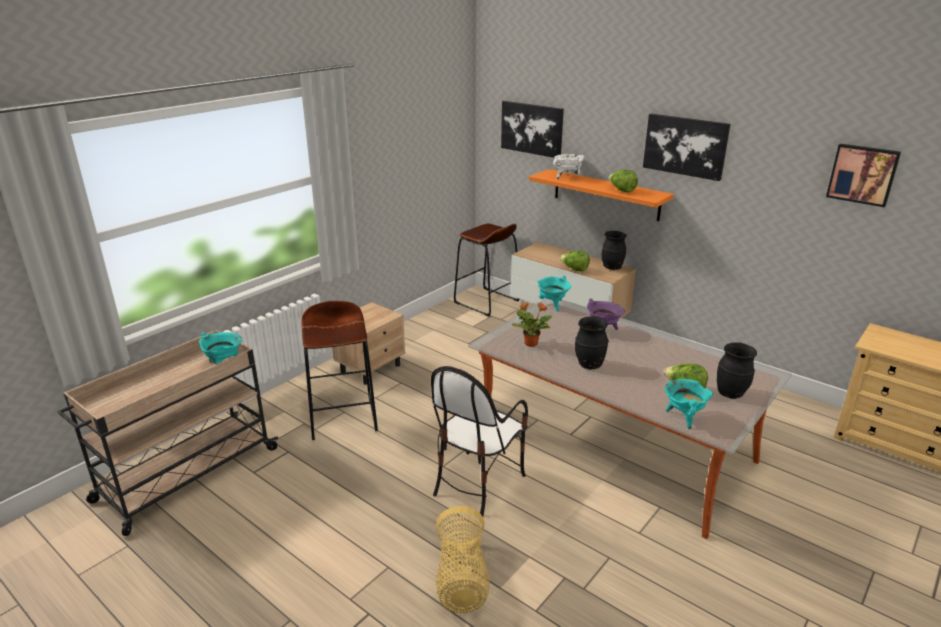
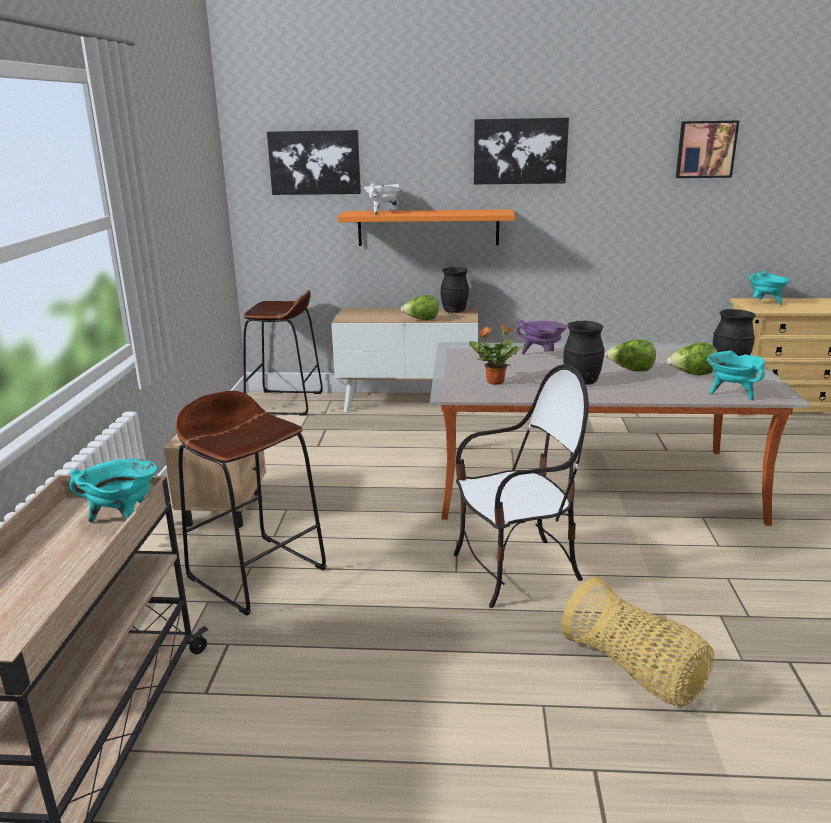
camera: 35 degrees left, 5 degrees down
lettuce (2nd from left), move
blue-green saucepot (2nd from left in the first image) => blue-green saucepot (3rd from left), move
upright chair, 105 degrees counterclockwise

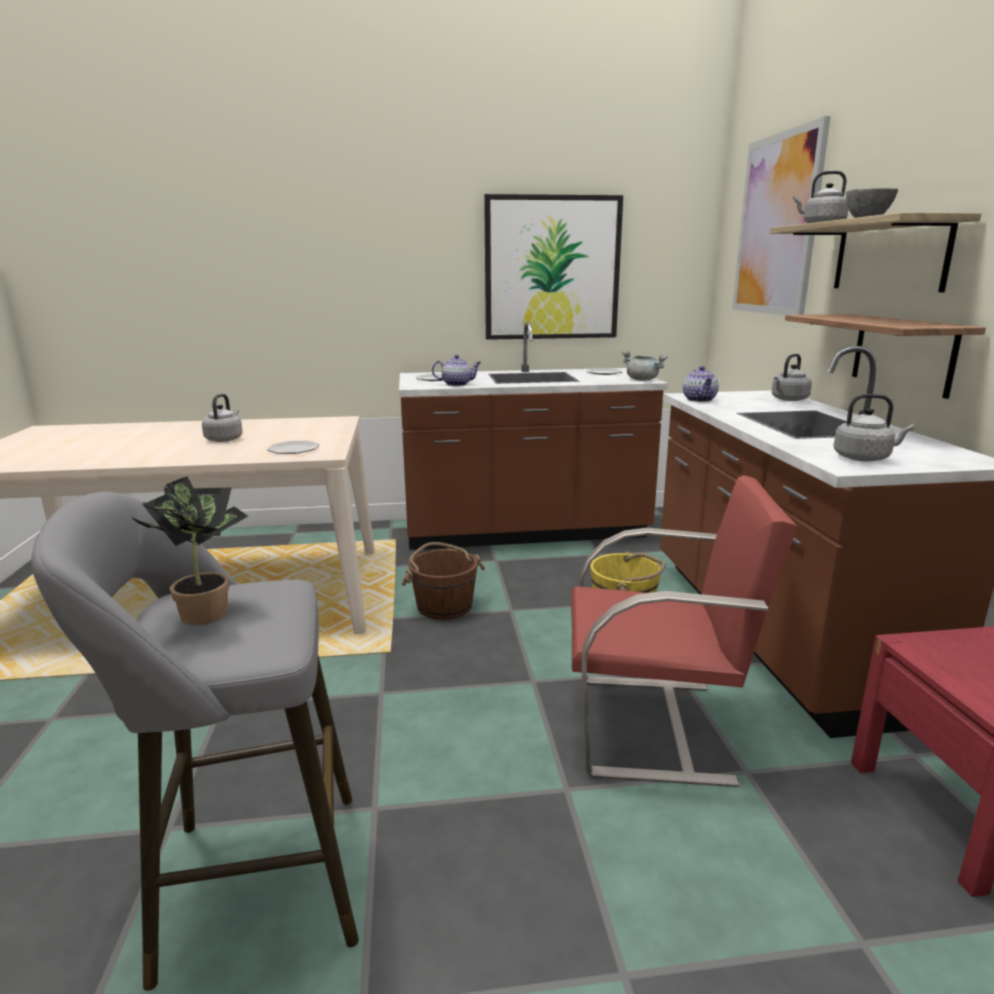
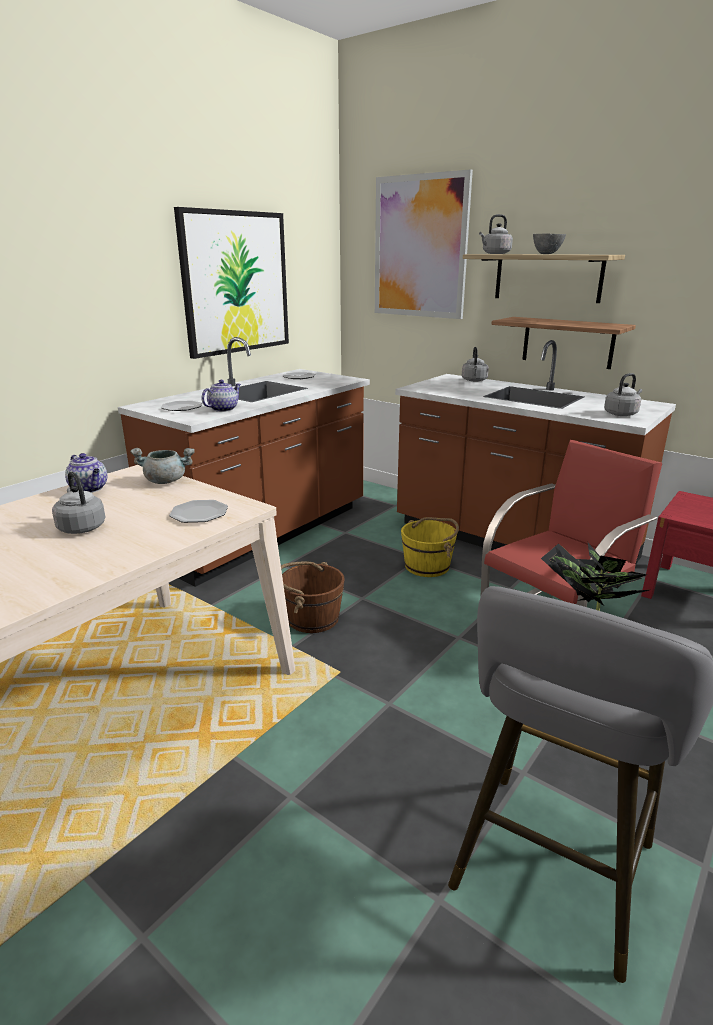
camera: 45 degrees left, 5 degrees up
grey saucepot, move
teapot (2nd from left in the first image) => teapot (1st from left), move

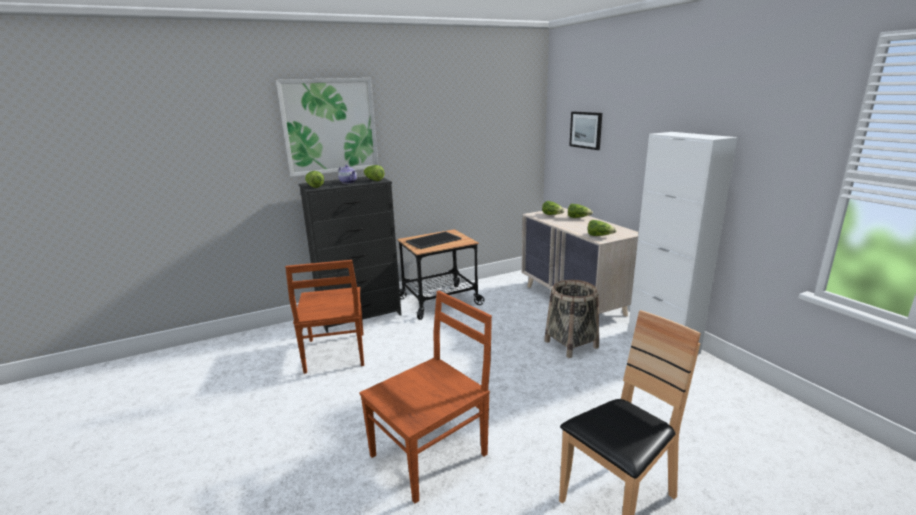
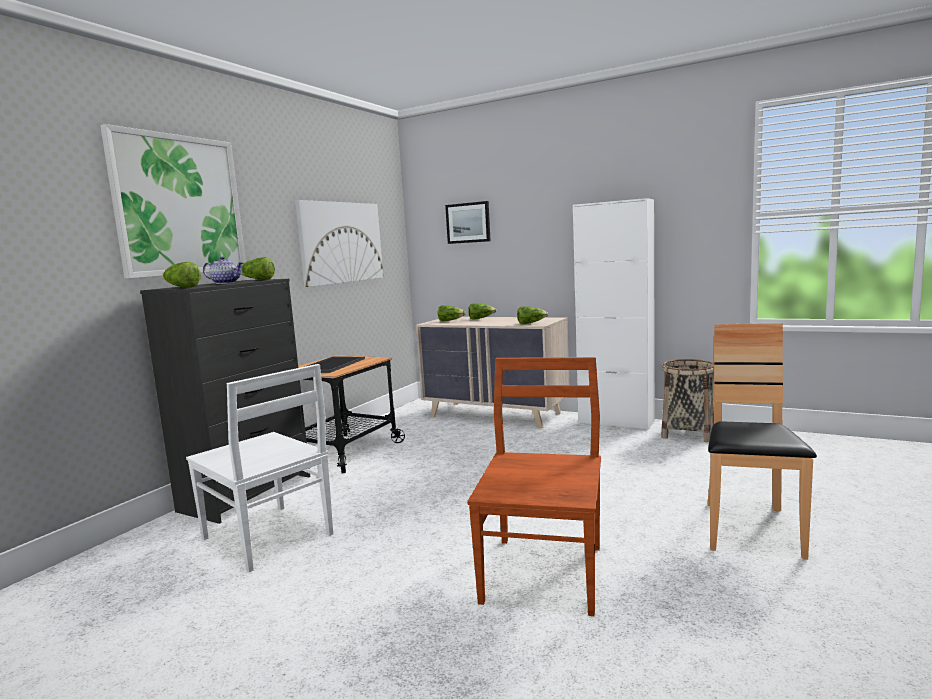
camera: 35 degrees left, 10 degrees down
brown upright chair (1st from left) => whitish upright chair
basket, move
nothing => wall picture (2nd from left)

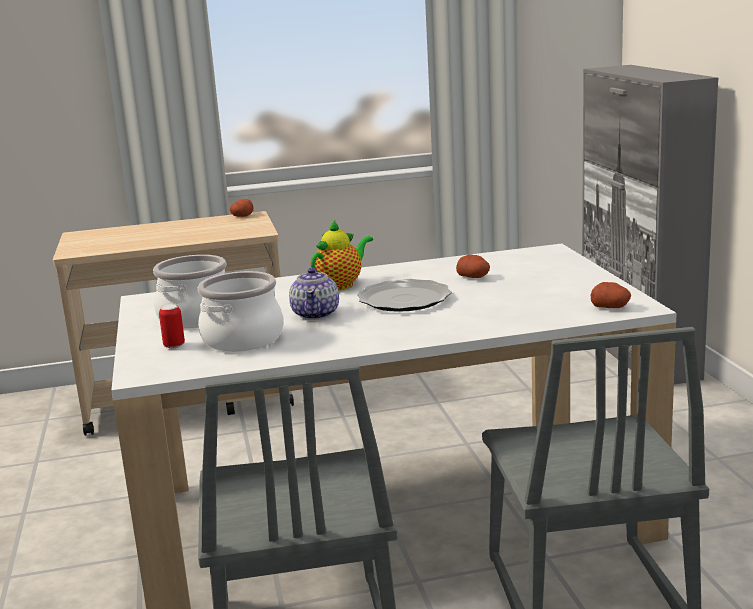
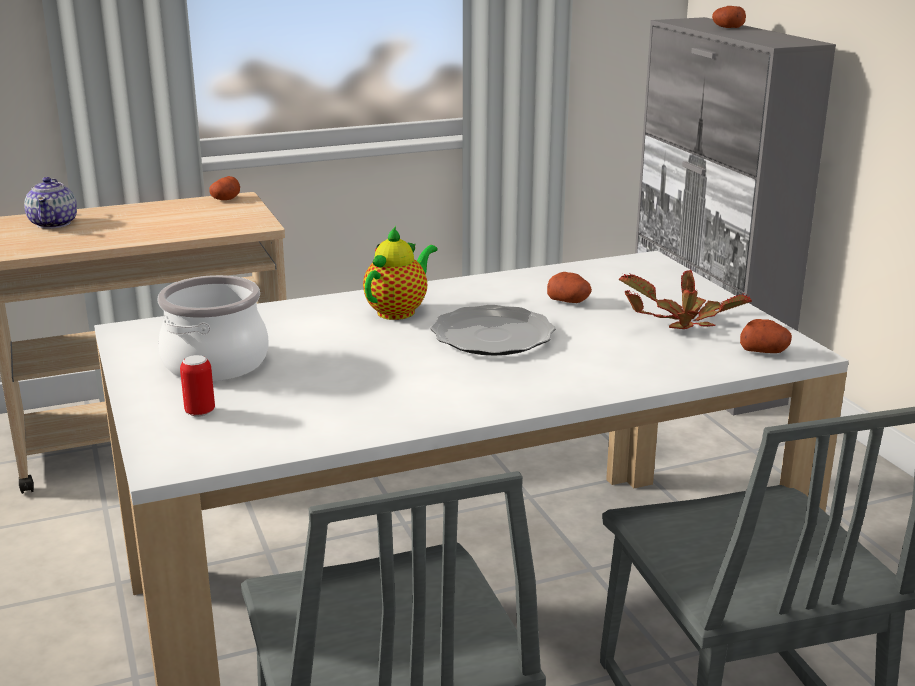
camera: 10 degrees left, 5 degrees up
teapot (1st from left), move
saucepot (2nd from left) => nothing
nothing => spud (3rd from left)
nothing => plant in a pot

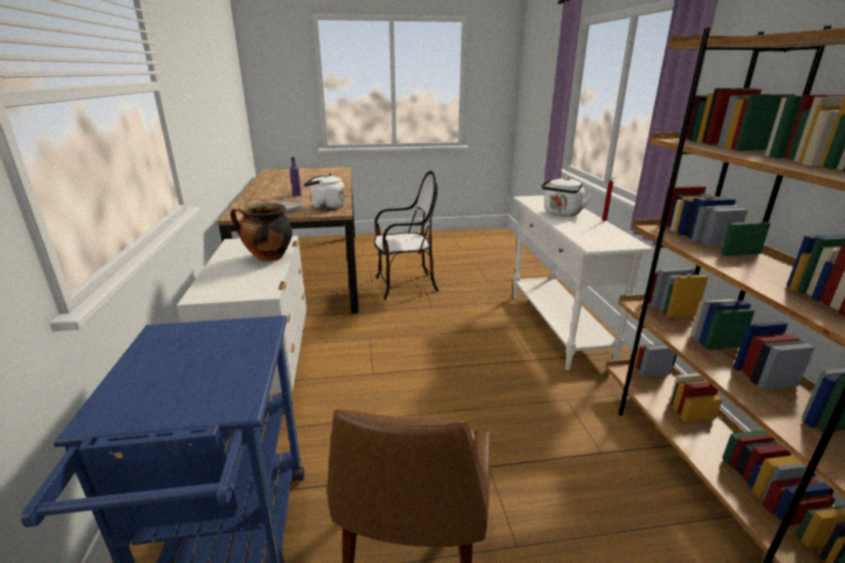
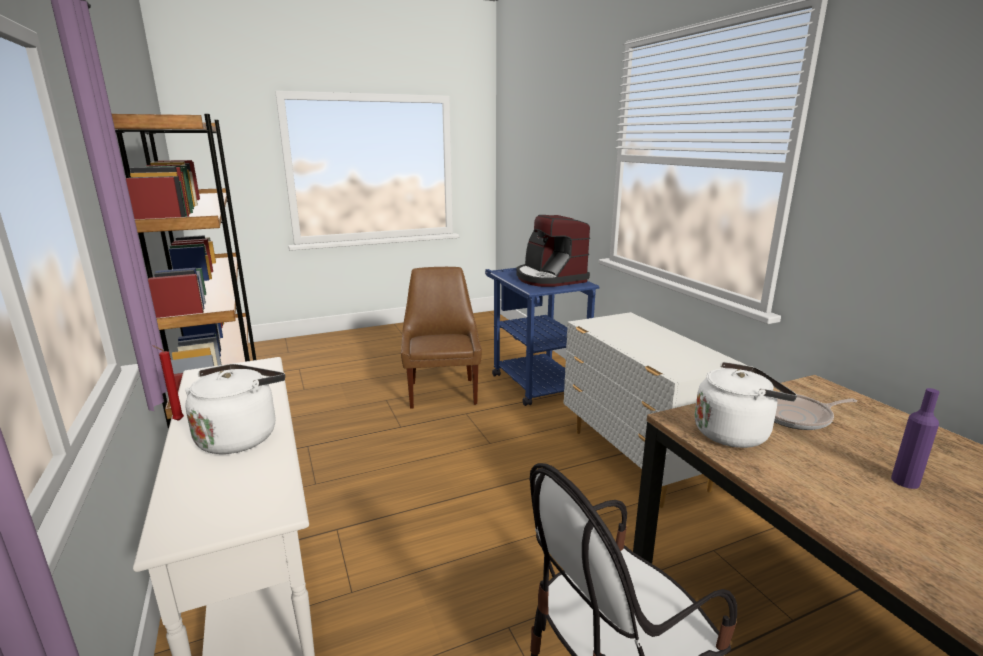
camera: 165 degrees right, 5 degrees down
saucepot => nothing
nothing => coffee brewer

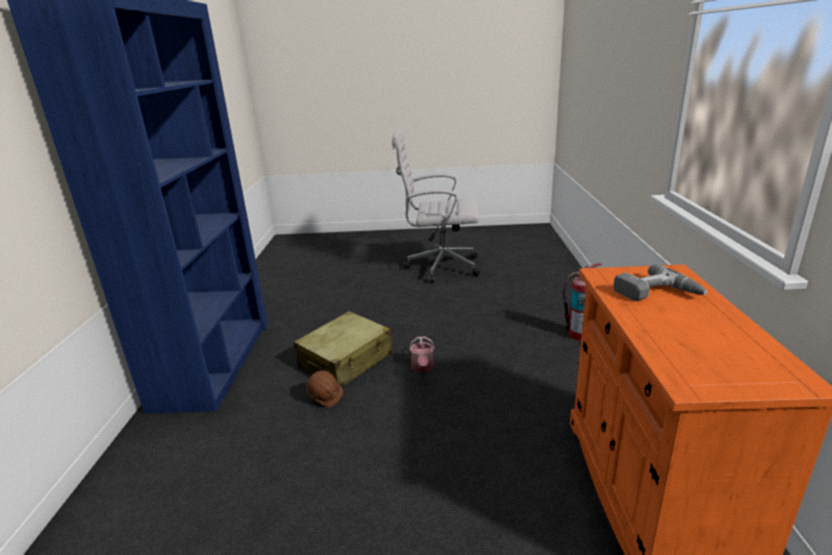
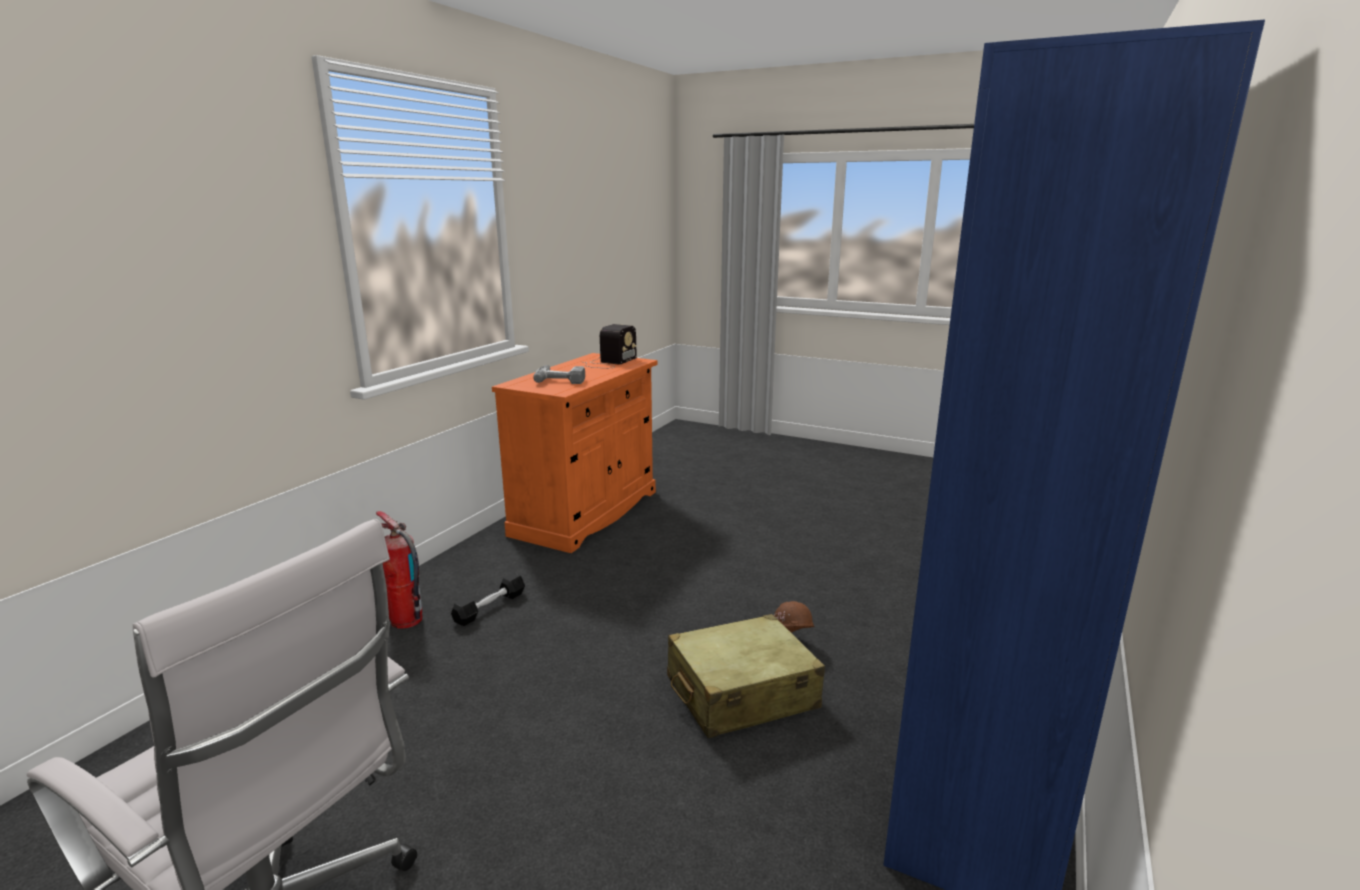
camera: 155 degrees left, 5 degrees down
sprinkling can => nothing
nothing => radio receiver
nothing => black-coloured free weight

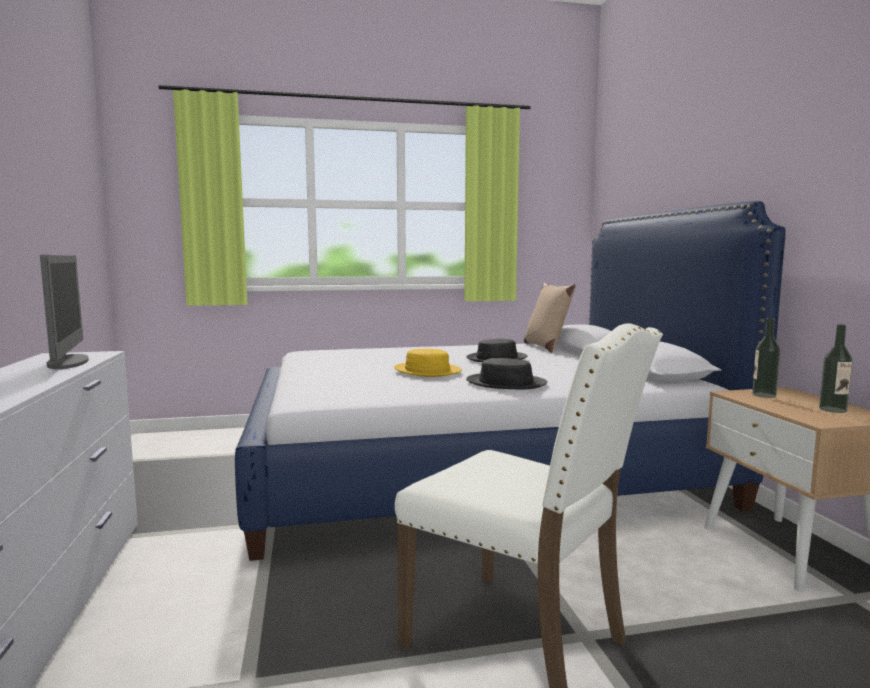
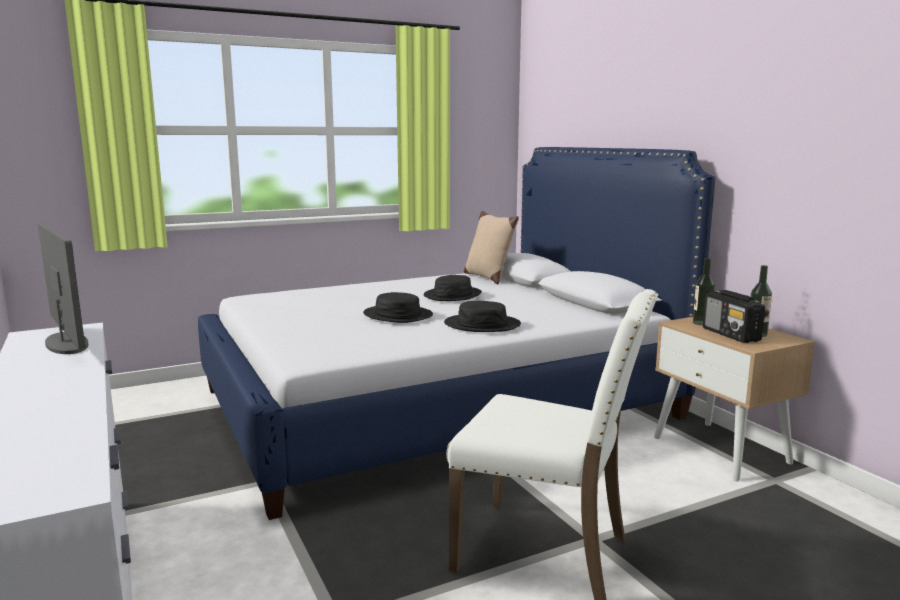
camera: 15 degrees left, 5 degrees up
yellow-coloured clothing hat => black-coloured clothing hat (1st from left)
nothing => radio receiver

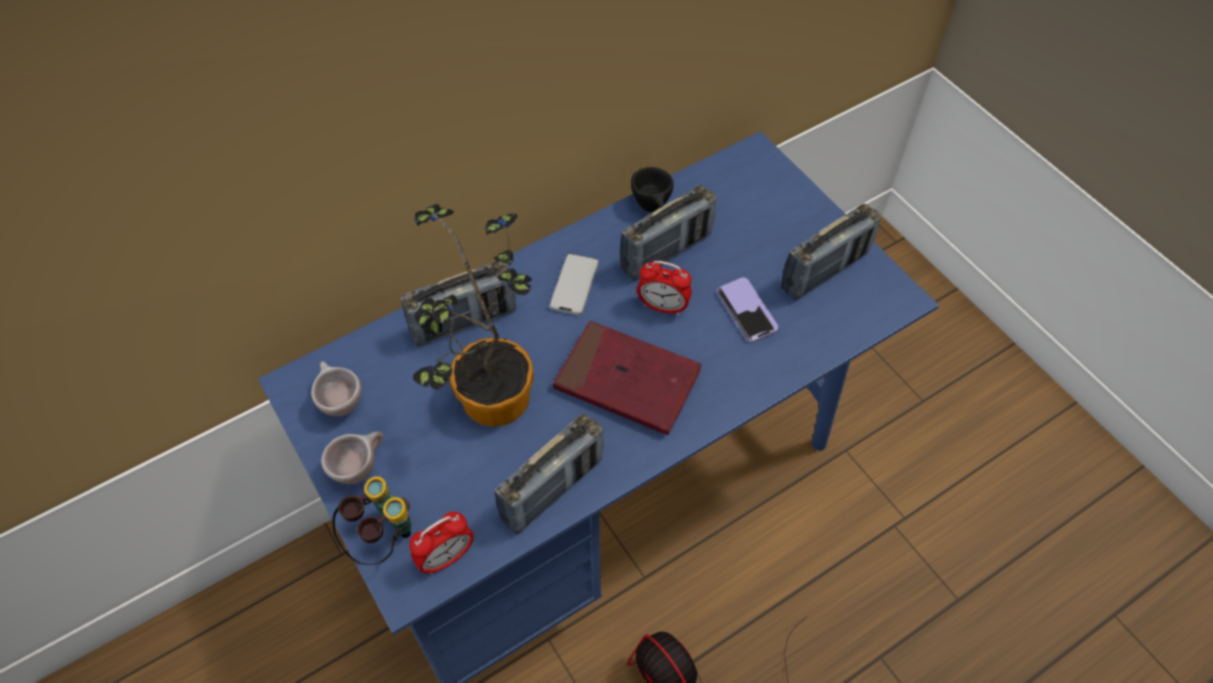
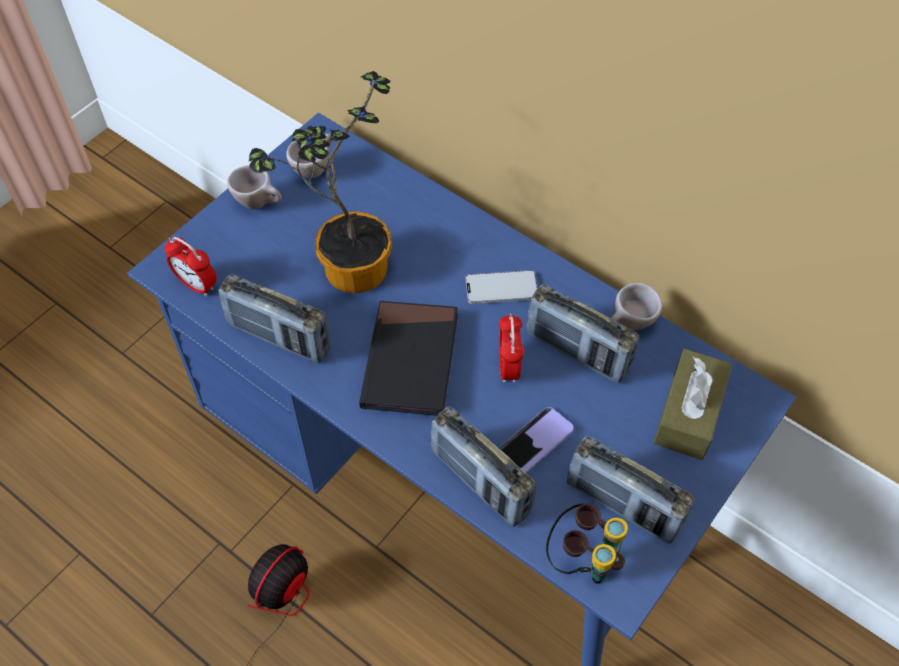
camera: 70 degrees right, 0 degrees up
black-coloured cup => beige-coloured cup (3rd from left)
radio receiver (1st from left in the first image) => radio receiver (2nd from left), move
red volume => black-coloured volume
pair of binoculars, move
nothing => brown tissue holder

